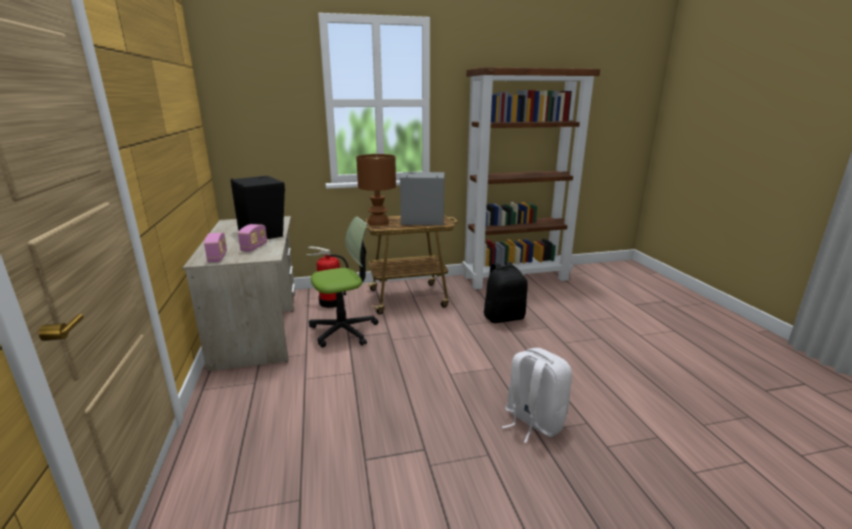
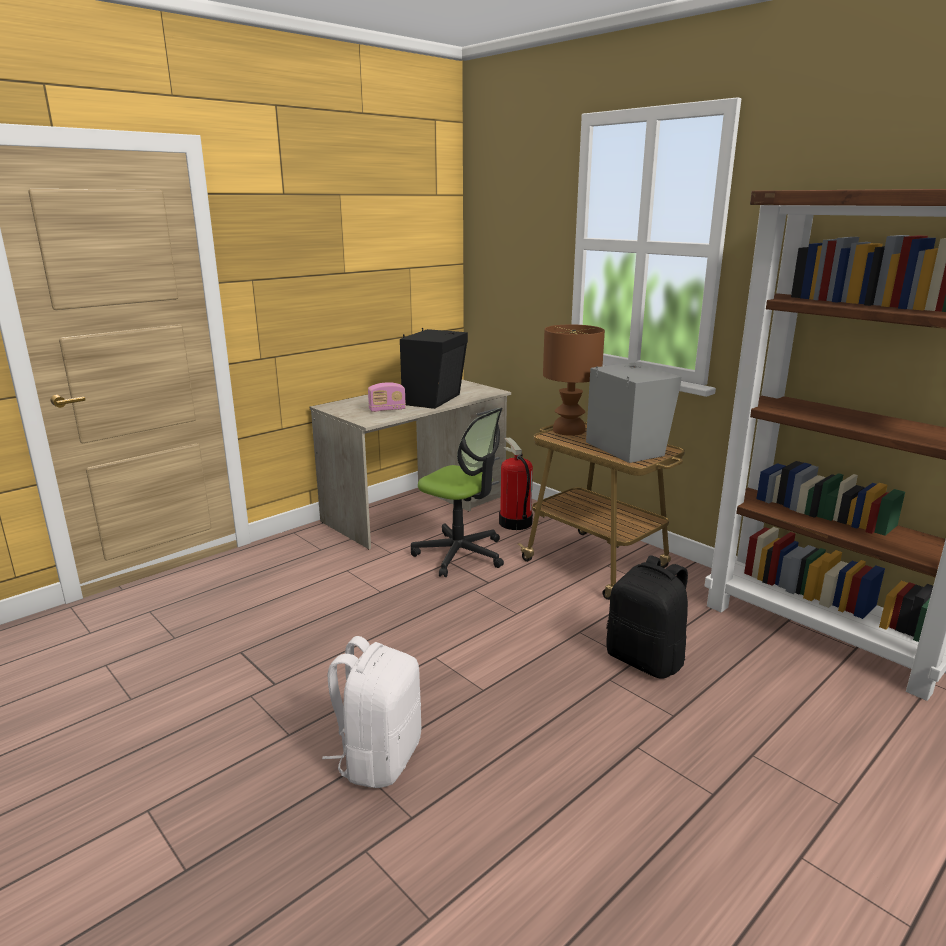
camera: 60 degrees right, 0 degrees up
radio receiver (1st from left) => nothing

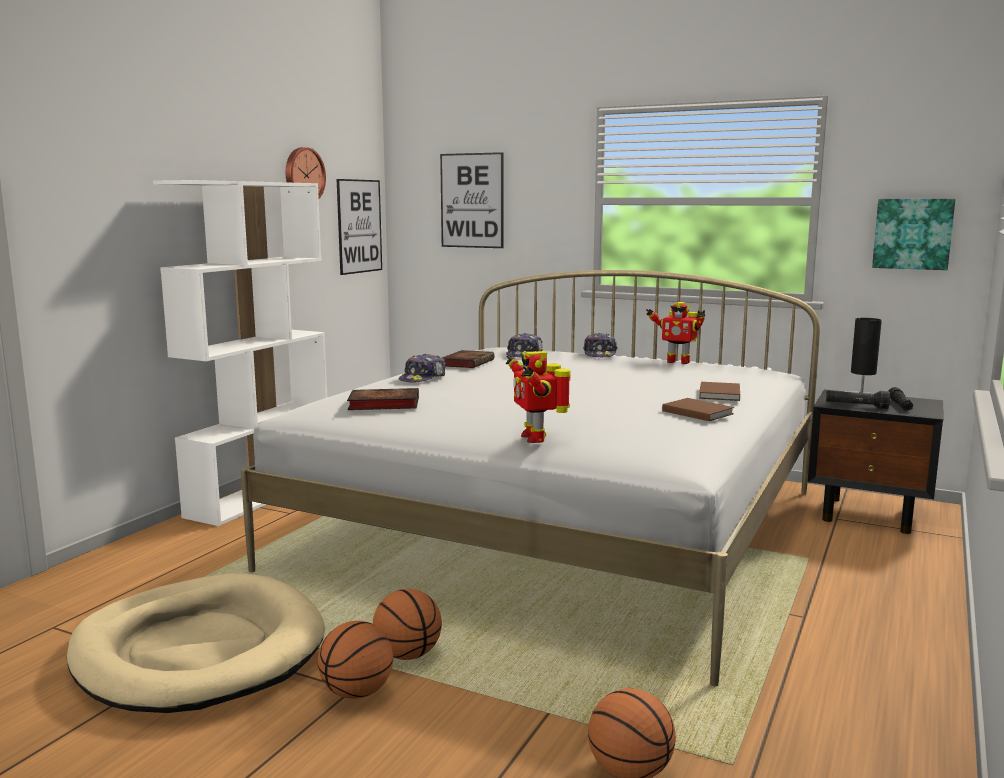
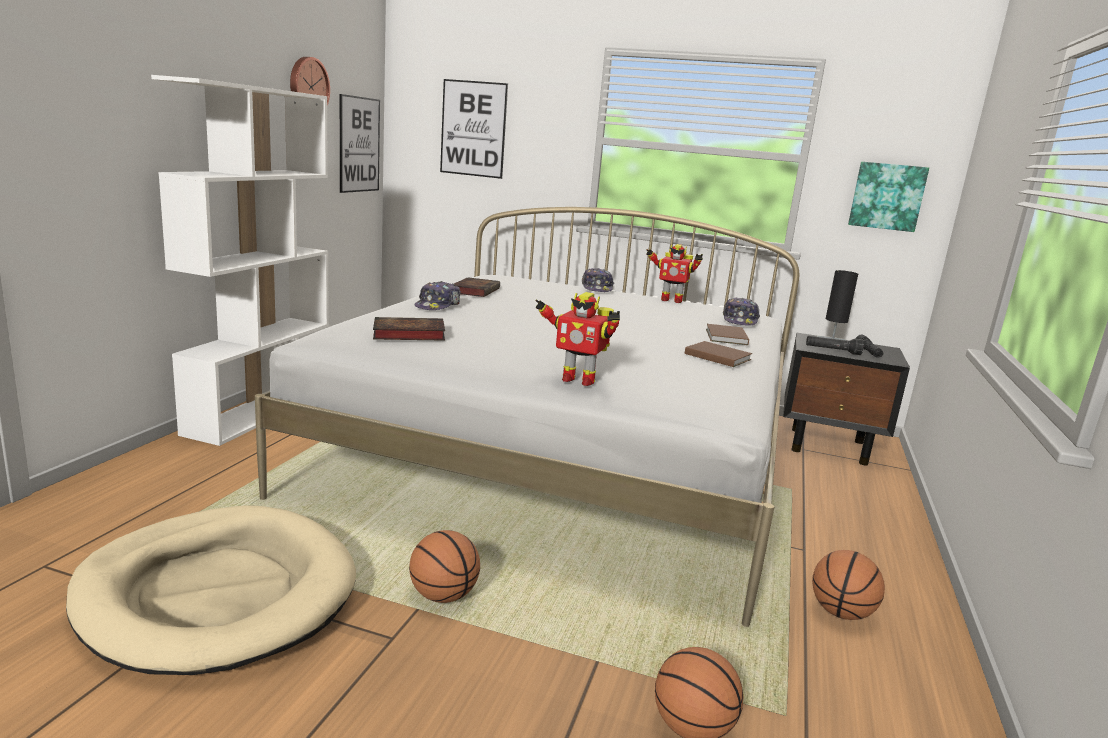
camera: 10 degrees left, 5 degrees up
peaked cap (2nd from left in the first image) => peaked cap (3rd from left), move
toy robot (1st from left), 45 degrees counterclockwise
basketball (1st from left in the first image) => basketball (3rd from left), move

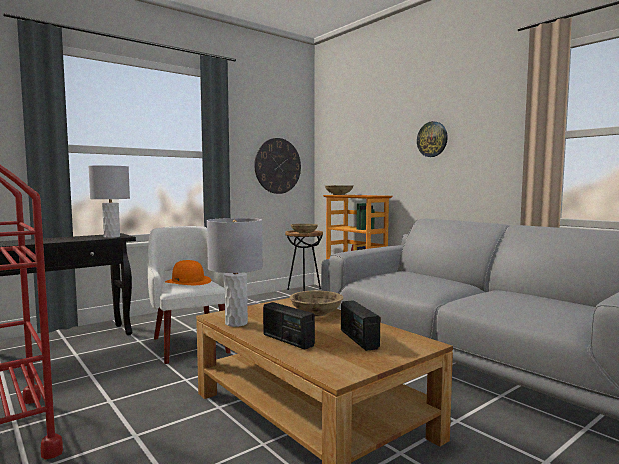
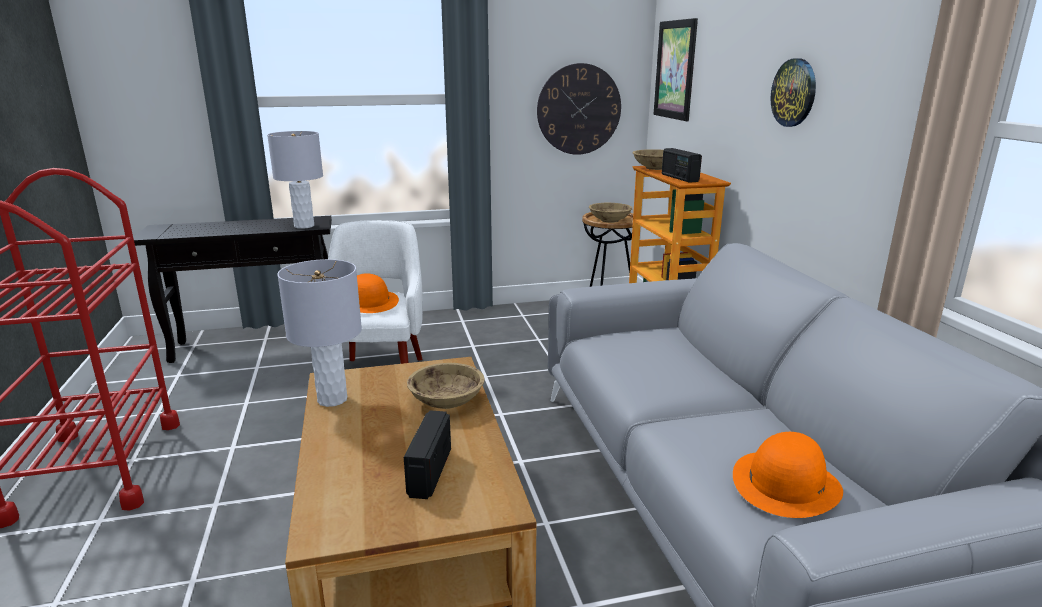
camera: 25 degrees right, 15 degrees up
radio receiver (1st from left in the first image) => radio receiver (2nd from left), move
nothing => wall picture
nothing => orange-coloured clothing hat (2nd from left)

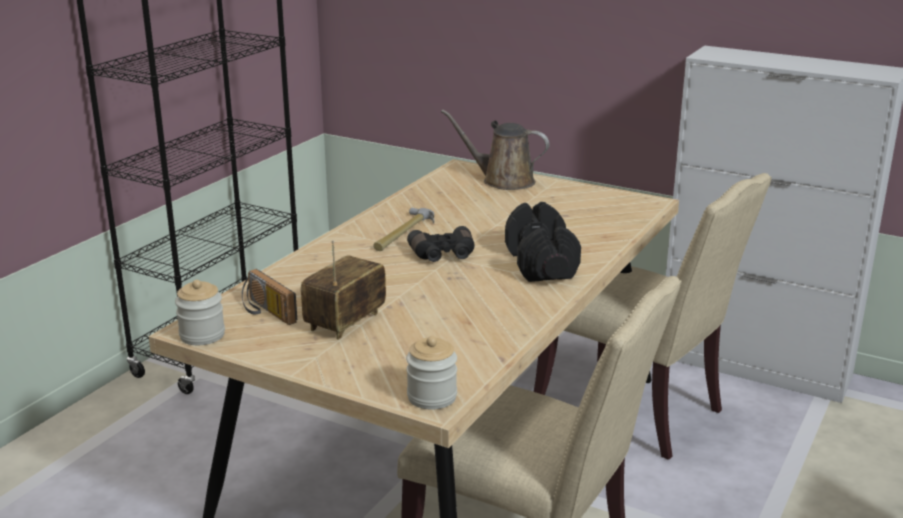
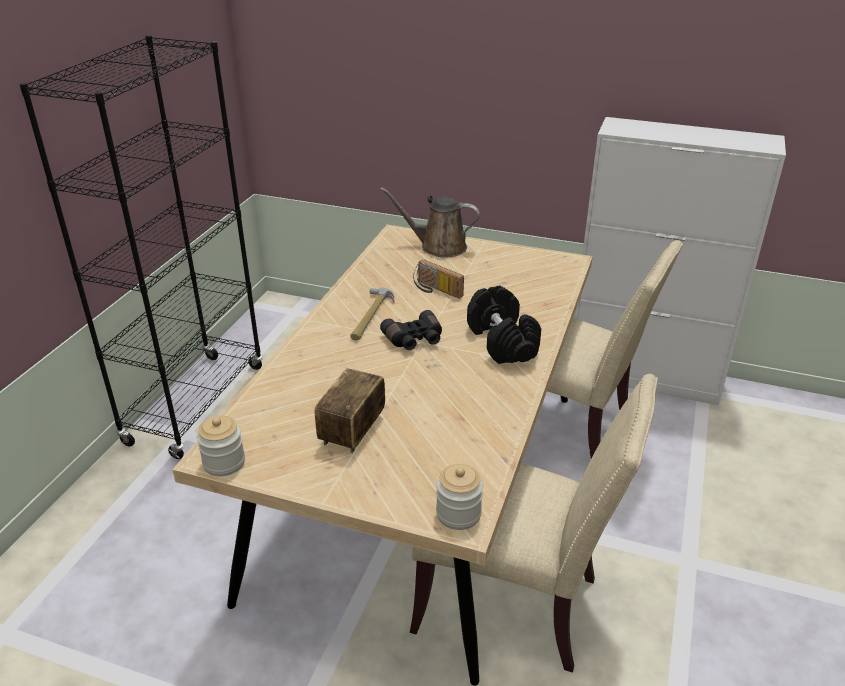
camera: 10 degrees left, 10 degrees up
radio receiver (1st from left in the first image) => radio receiver (2nd from left), move

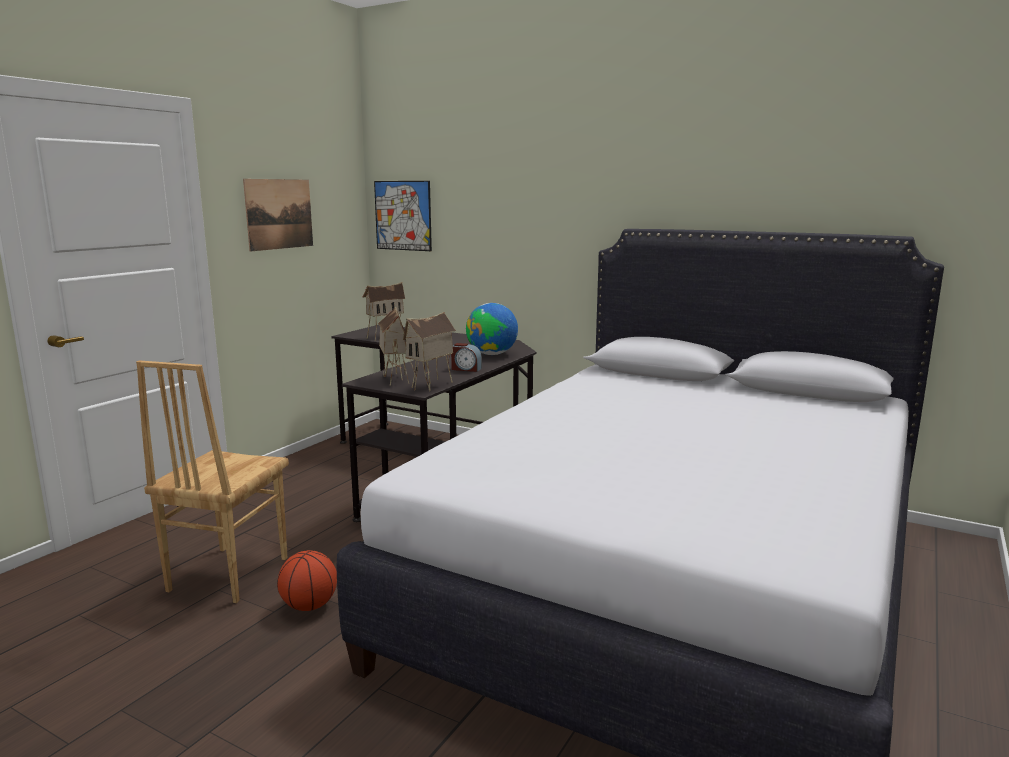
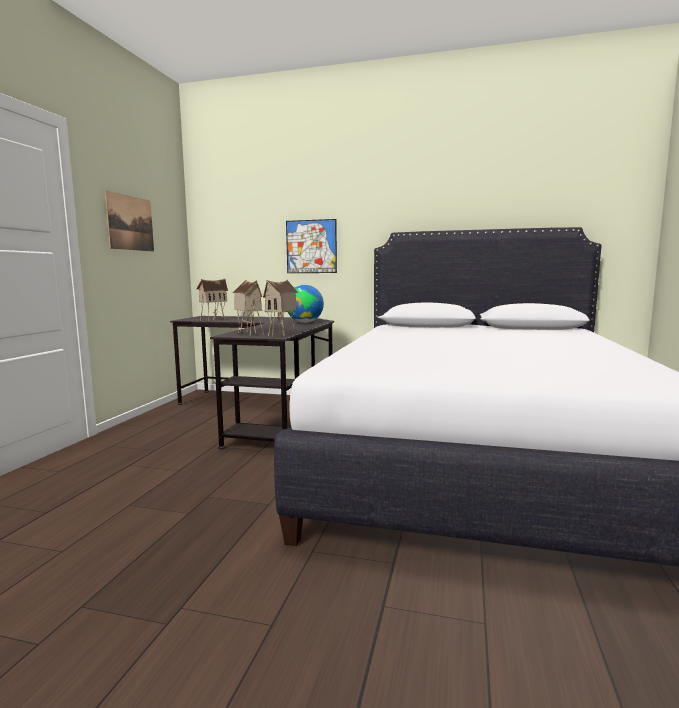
camera: 15 degrees left, 5 degrees down
wall picture (2nd from left), move
table clock => nothing
brown upright chair => nothing
basketball => nothing

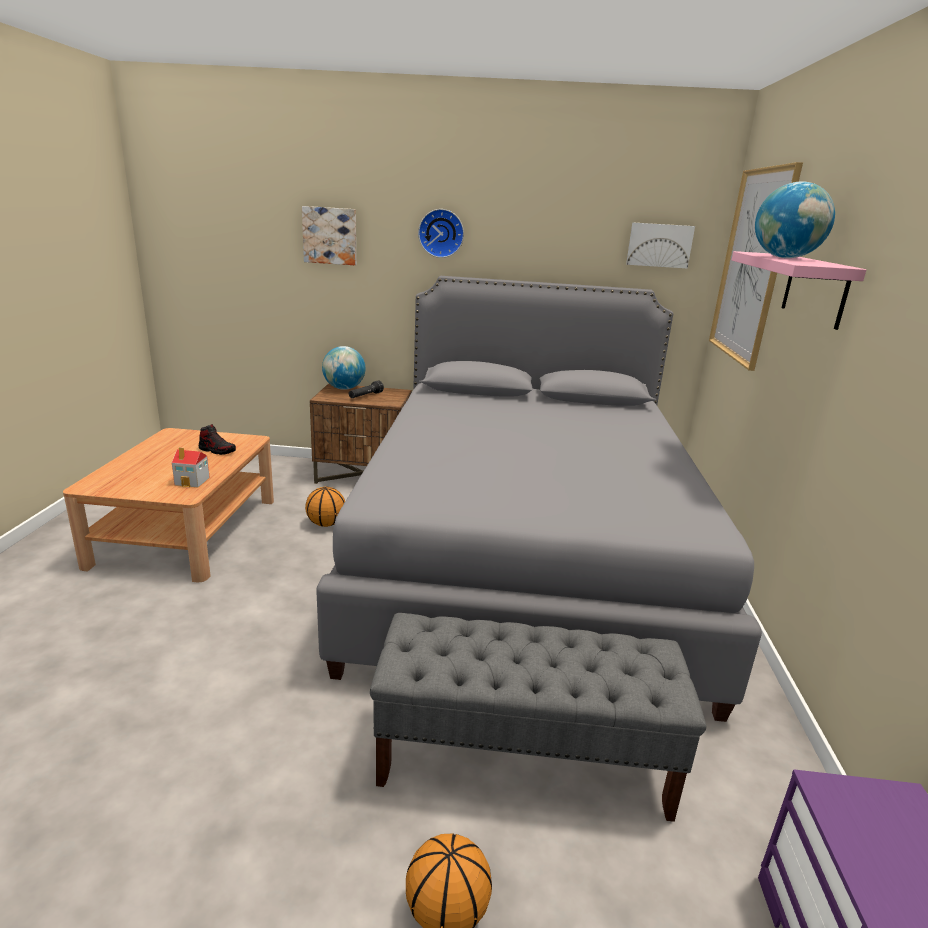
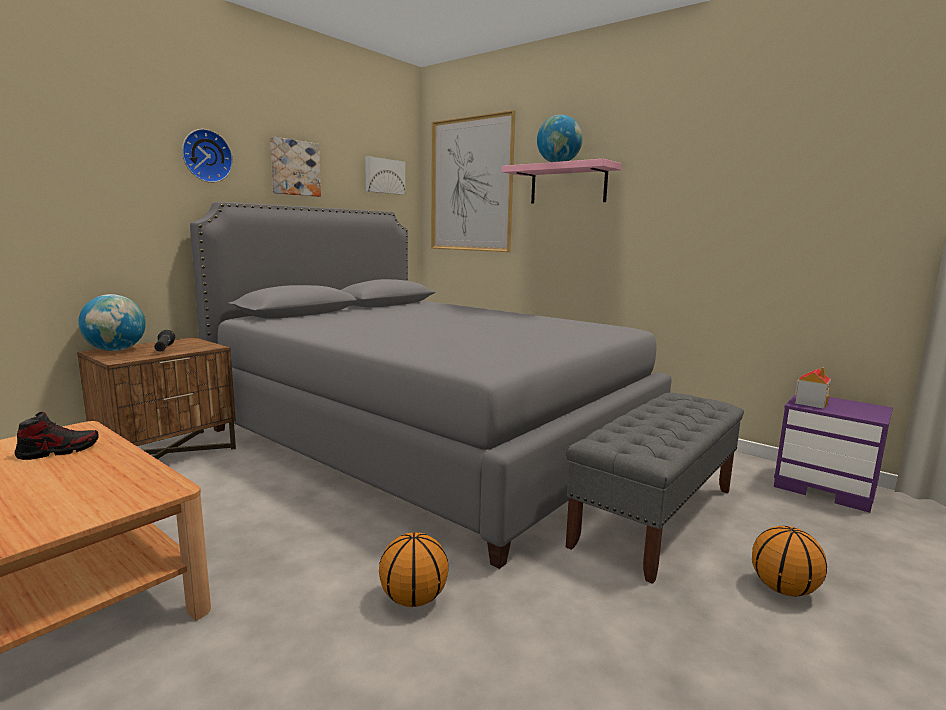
camera: 55 degrees left, 10 degrees down
wall picture (1st from left), move
model house, move
basketball (1st from left), move

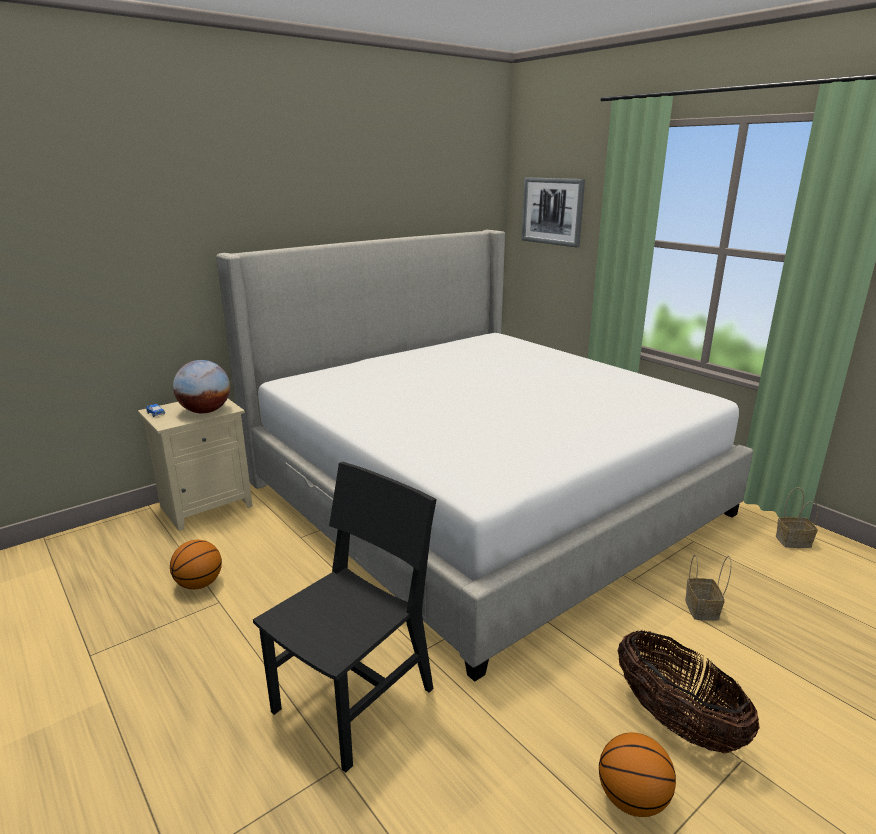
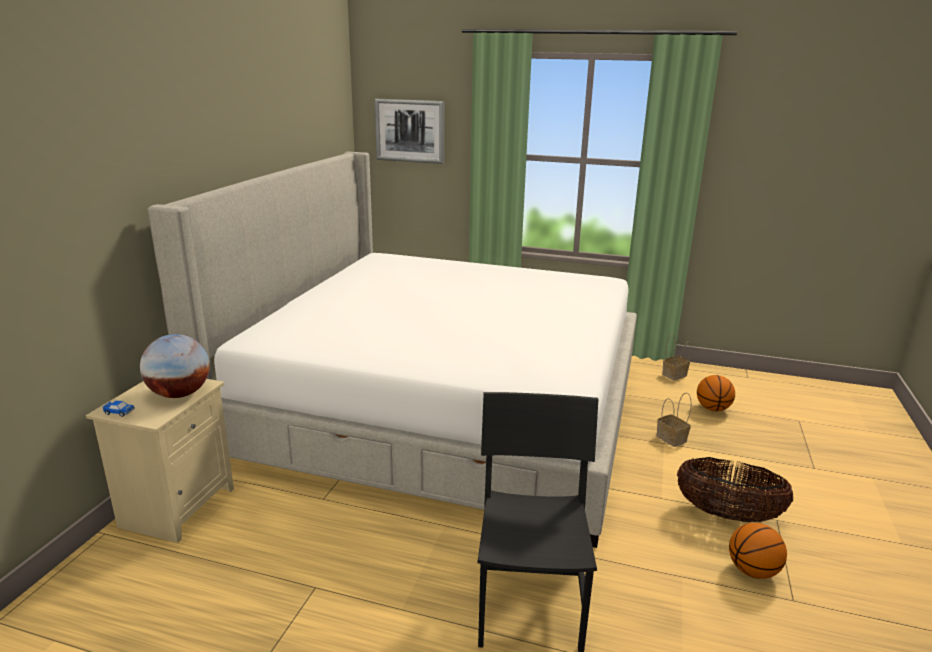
camera: 35 degrees left, 0 degrees up
basketball (1st from left), move

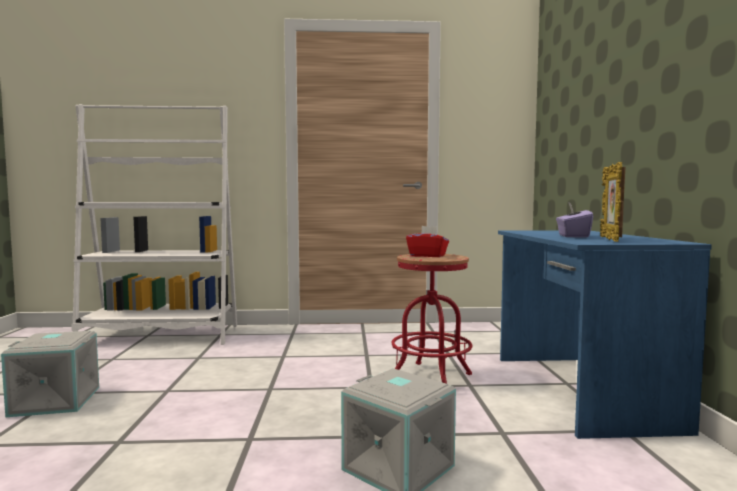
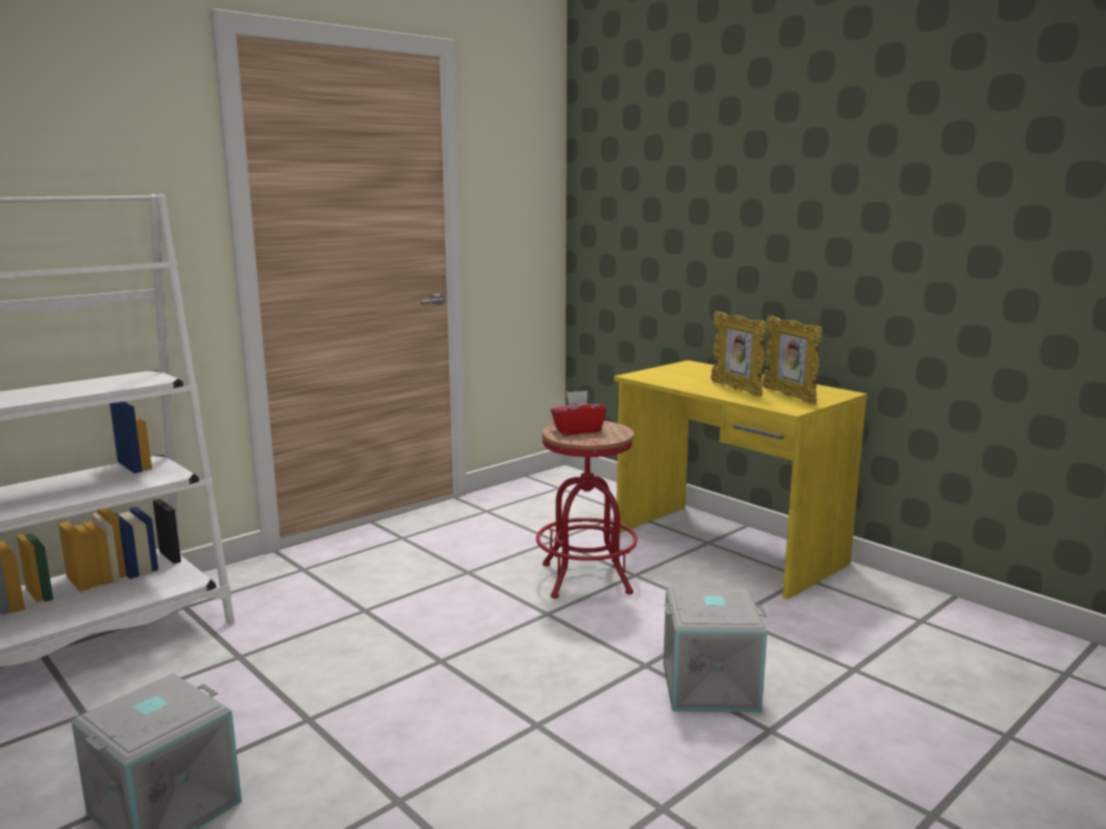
camera: 40 degrees left, 10 degrees up
purple-coloured tissue holder => picture frame (1st from left)
bluish desk unit => yellow-coloured desk unit

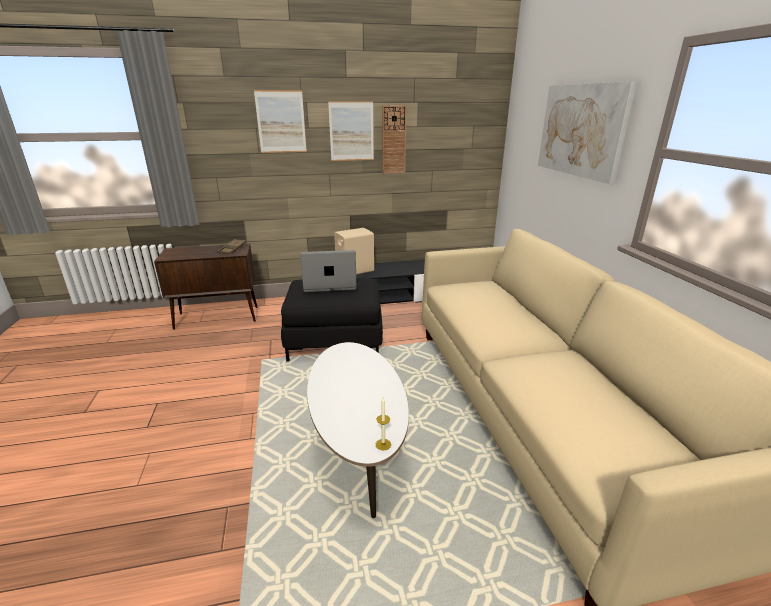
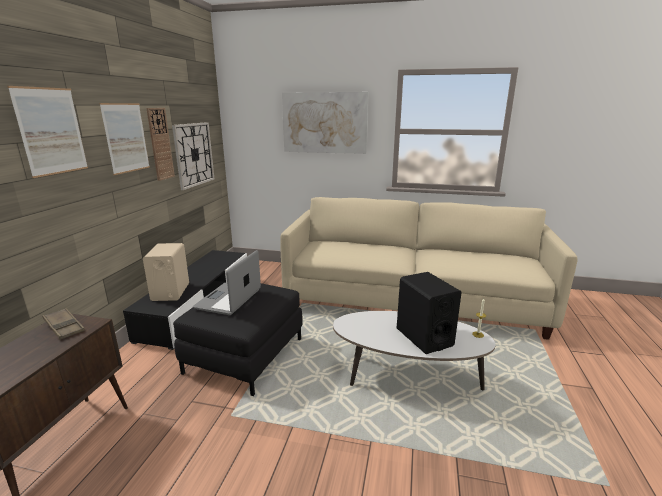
camera: 65 degrees left, 5 degrees down
nothing => hanging clock (2nd from left)
nothing => black-coloured loudspeaker

